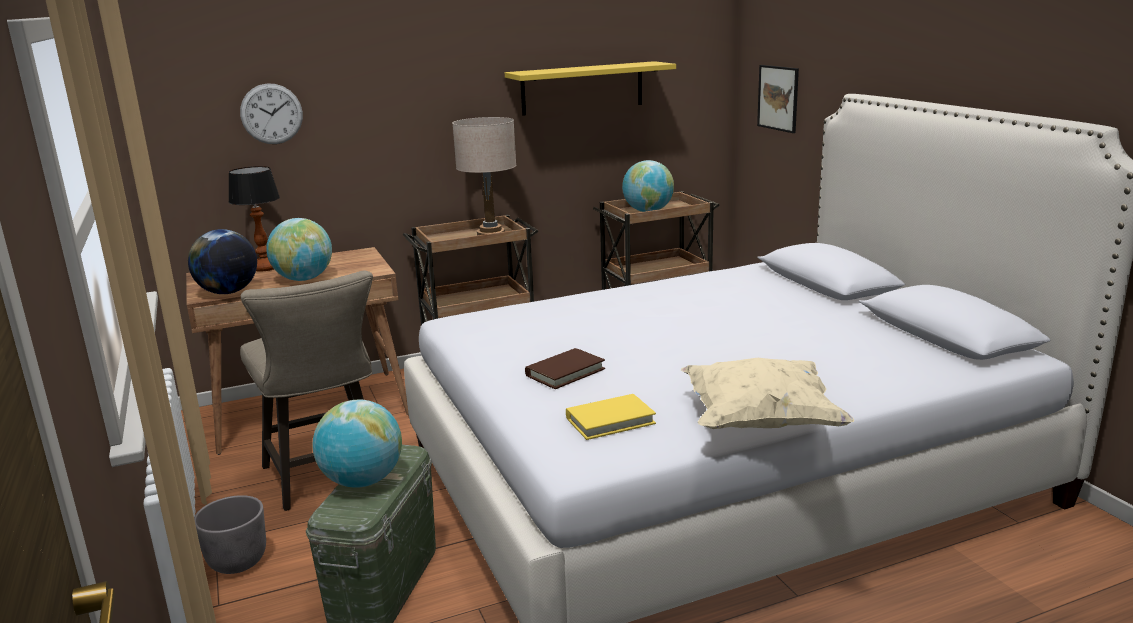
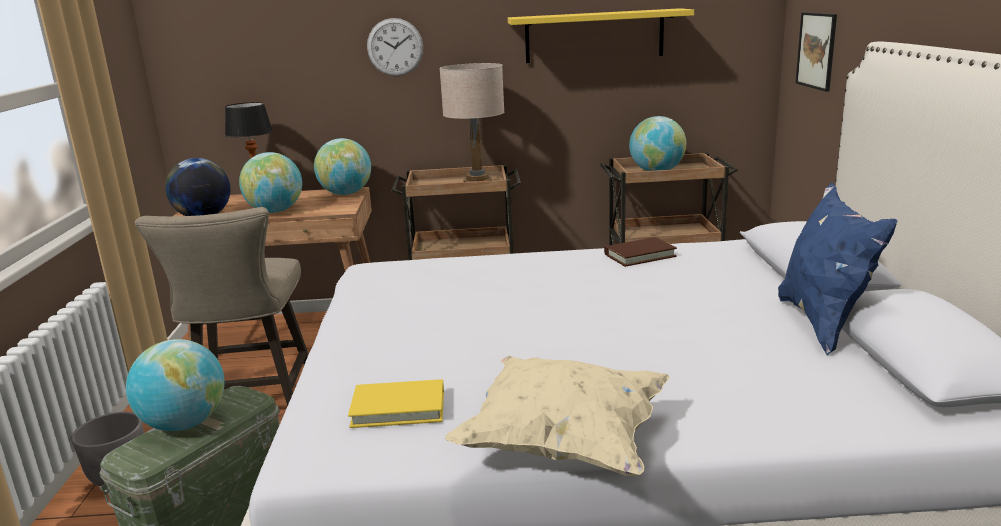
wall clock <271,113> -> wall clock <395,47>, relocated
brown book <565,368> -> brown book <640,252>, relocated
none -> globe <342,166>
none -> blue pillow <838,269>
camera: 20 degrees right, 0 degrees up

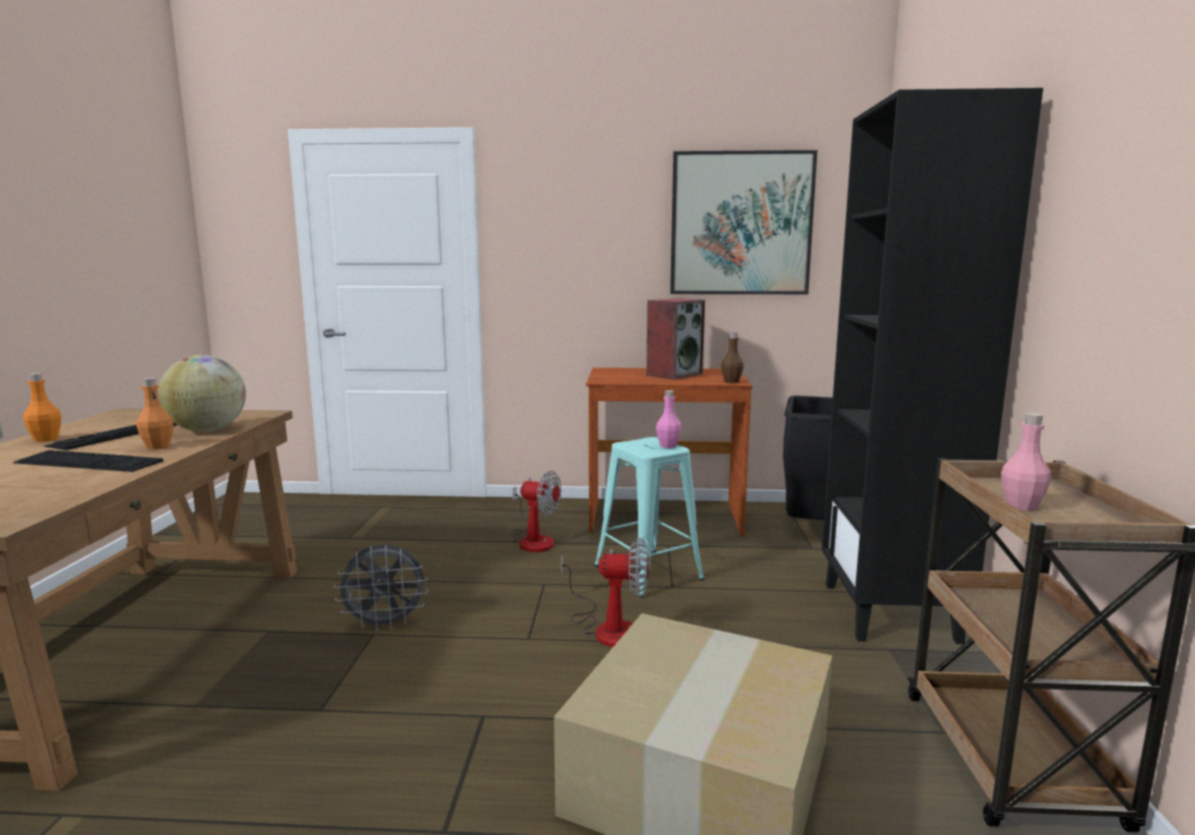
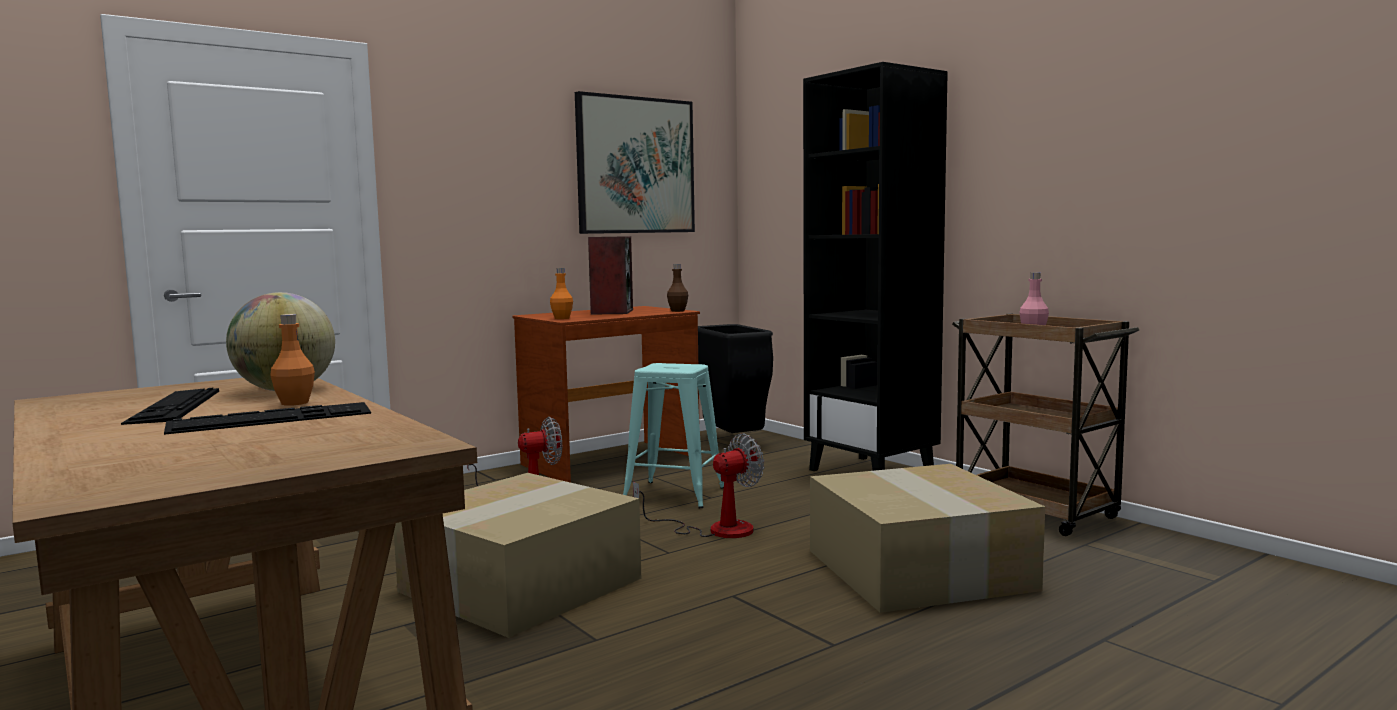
orange bottle <42,407> -> orange bottle <561,293>, relocated
pink bottle <668,419> -> none
grey fan <381,587> -> cardboard box <517,555>
camera: 40 degrees left, 5 degrees down

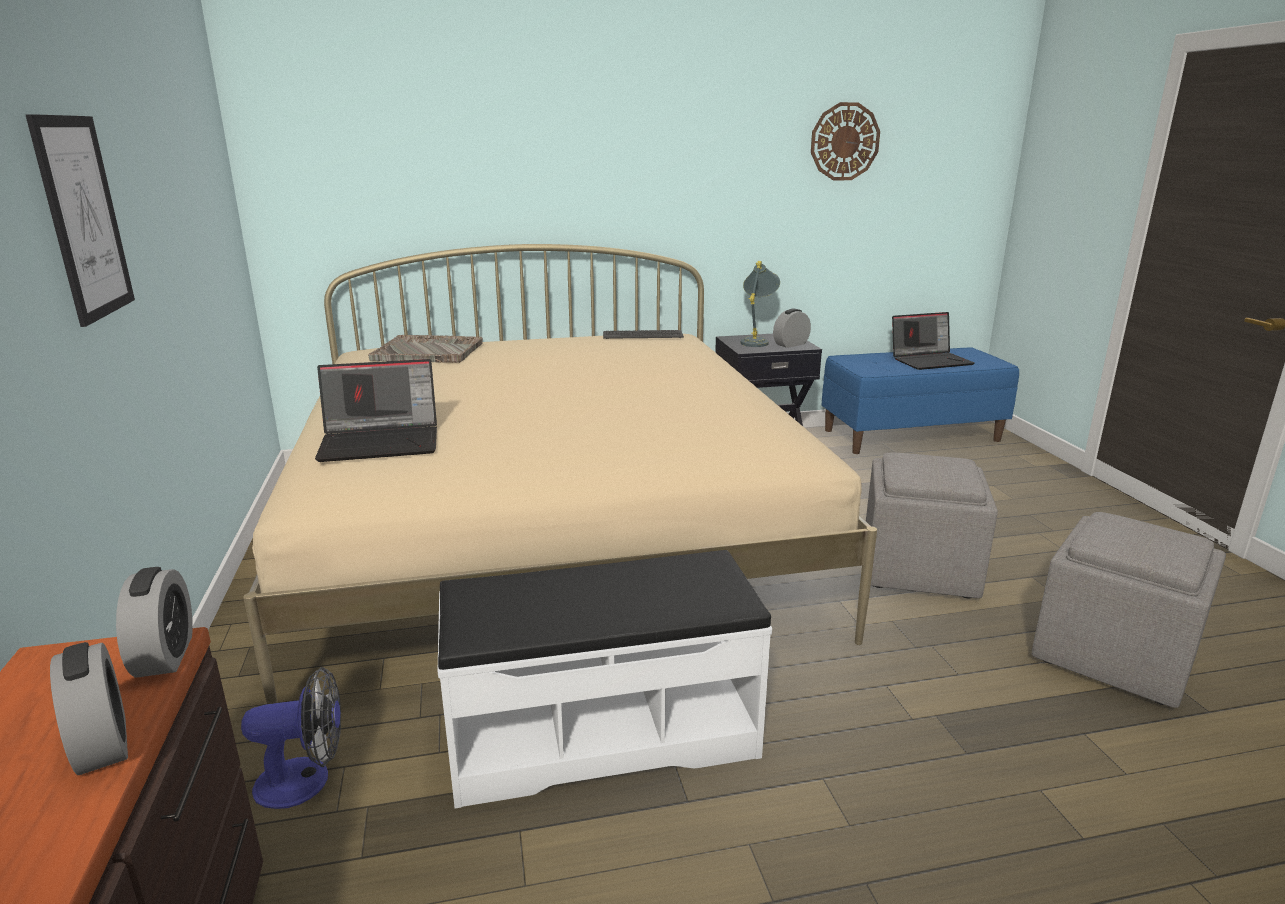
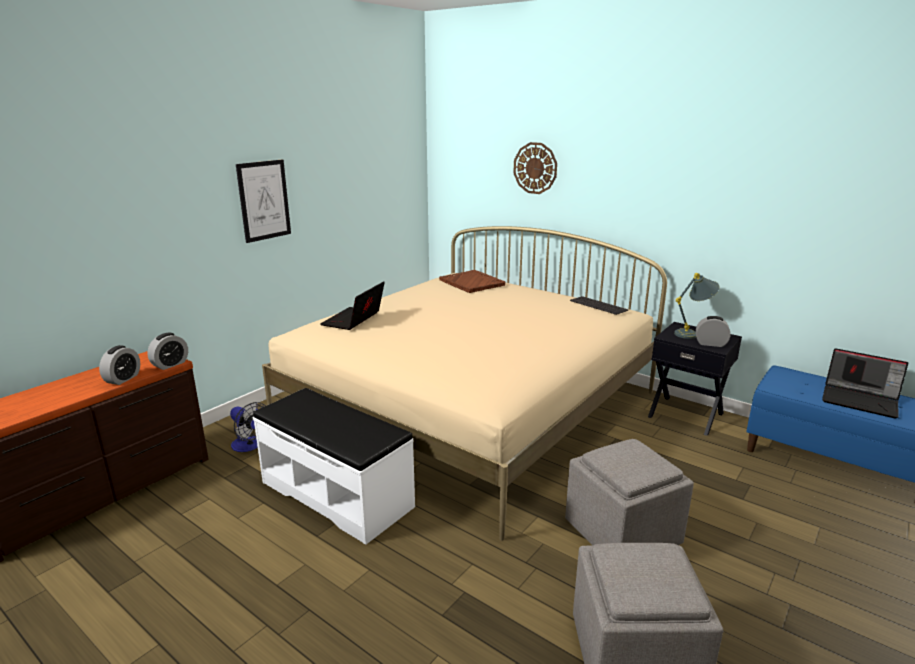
wall clock <845,141> -> wall clock <535,168>, relocated
grey tray <425,349> -> brown tray <472,281>
laptop <376,410> -> laptop <352,305>, 75 degrees clockwise
camera: 50 degrees right, 0 degrees up

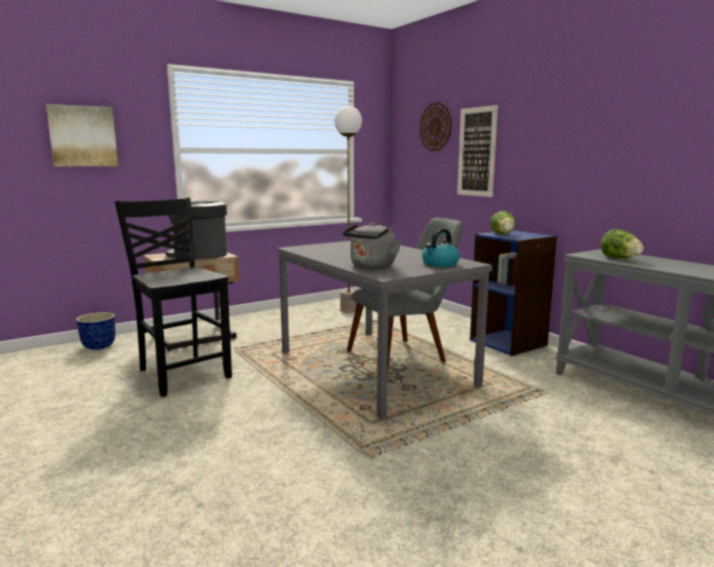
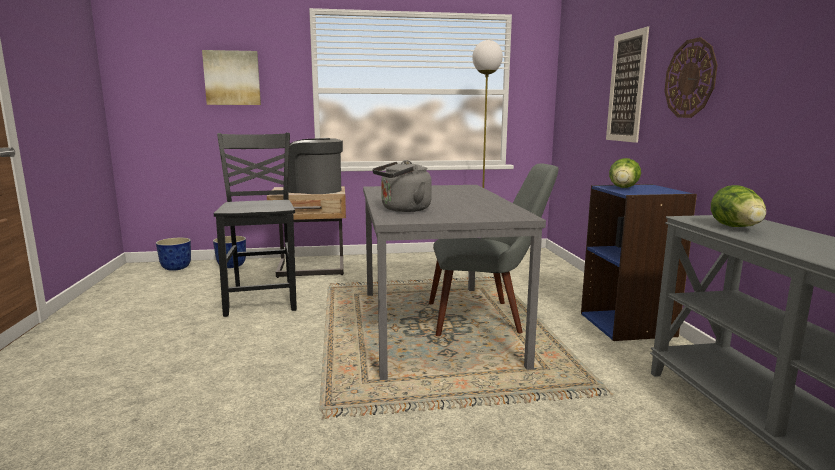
wall clock <436,126> -> wall clock <691,77>, relocated
kettle <441,248> -> none
none -> planter <173,254>
camera: 25 degrees right, 0 degrees up

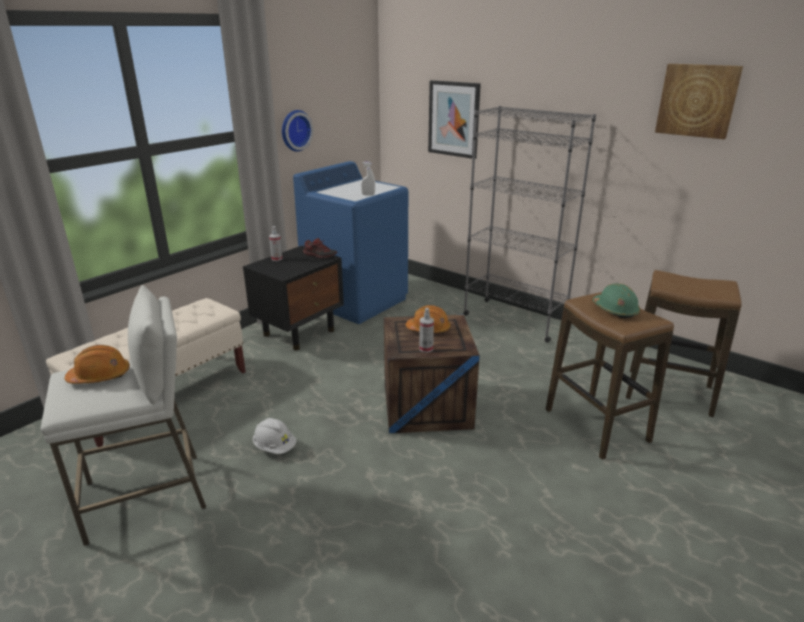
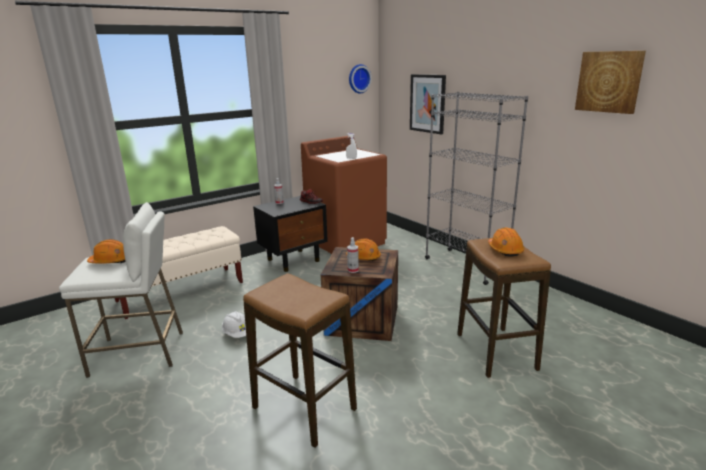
wall clock <297,131> -> wall clock <360,79>, relocated
blue washing machine <350,242> -> brown washing machine <344,195>
stool <684,343> -> stool <300,360>, relocated
green hard hat <616,300> -> orange hard hat <506,242>
camera: 15 degrees right, 5 degrees down

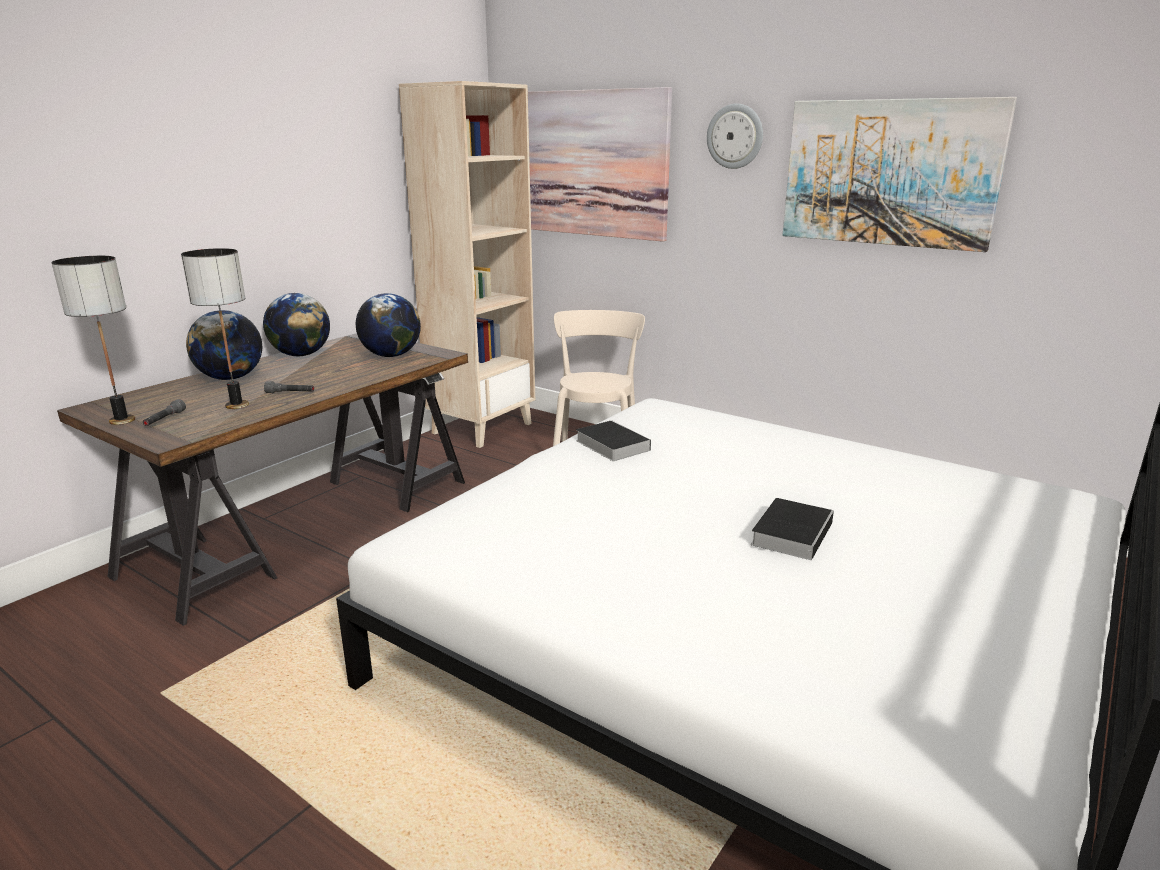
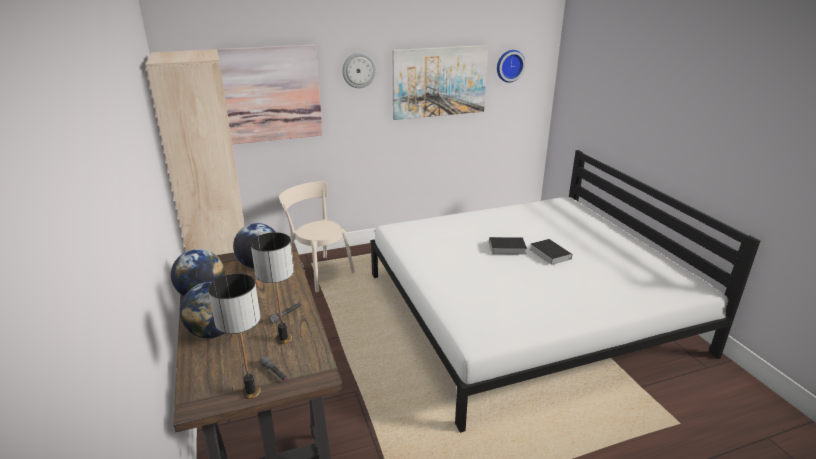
book <613,440> -> book <504,245>, relocated
none -> wall clock <511,66>
camera: 55 degrees left, 5 degrees up

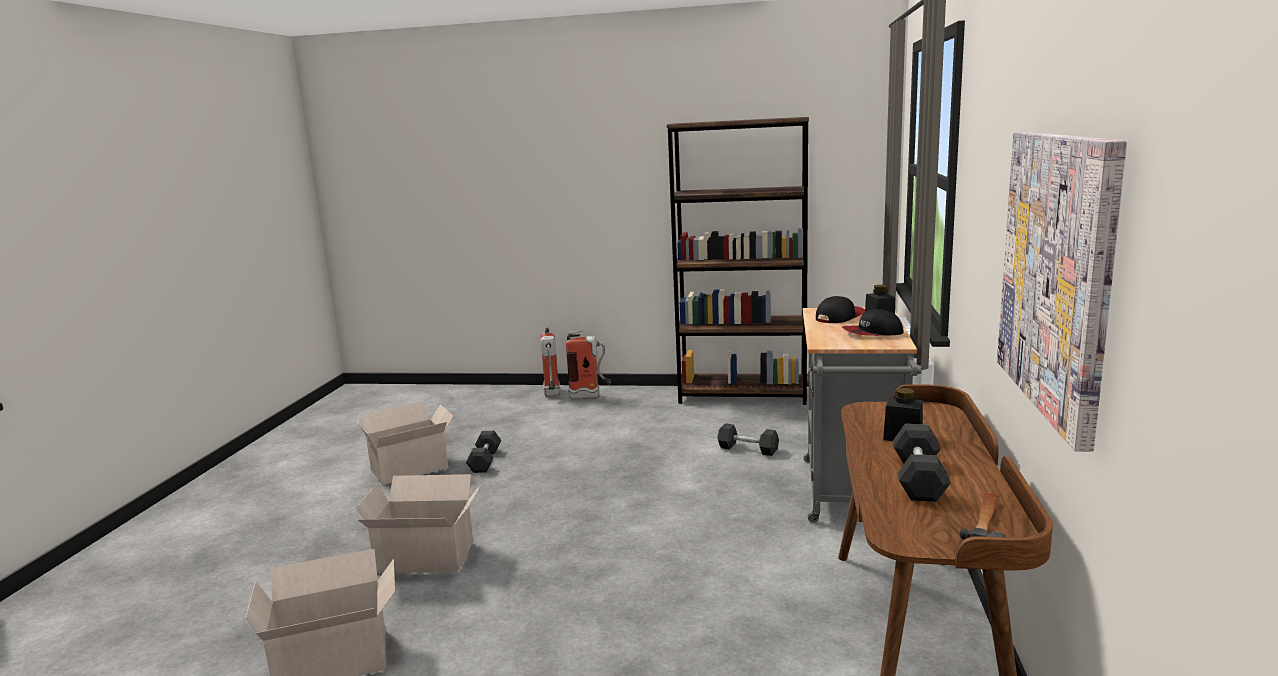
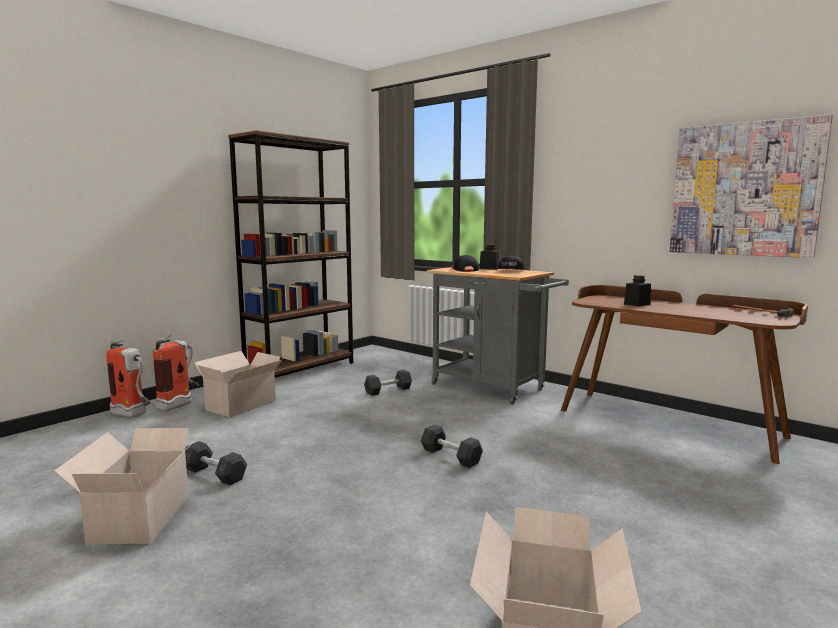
grey dumbbell <921,463> -> grey dumbbell <452,446>, relocated
cardboard box <418,523> -> cardboard box <238,384>, relocated
camera: 60 degrees left, 5 degrees down

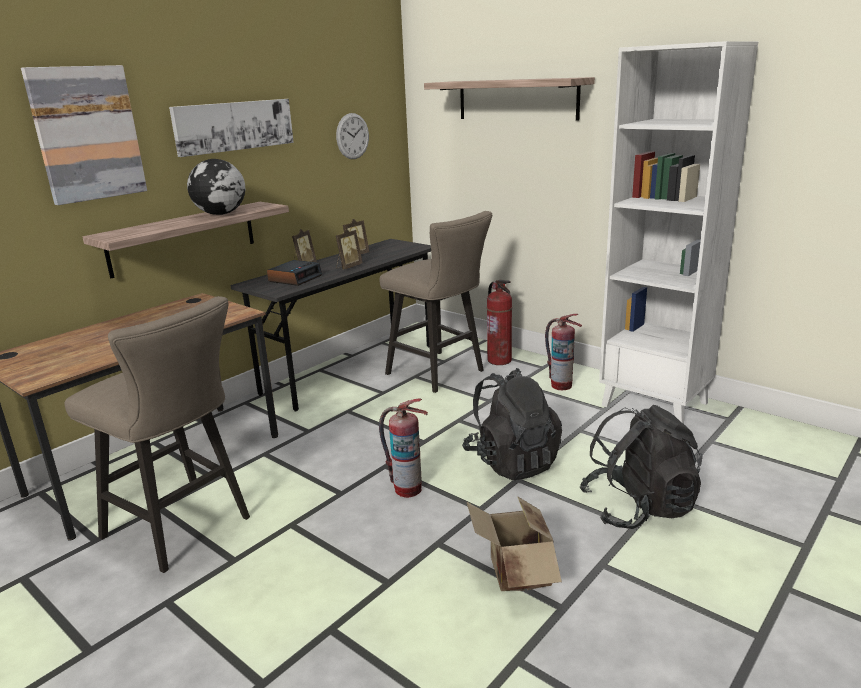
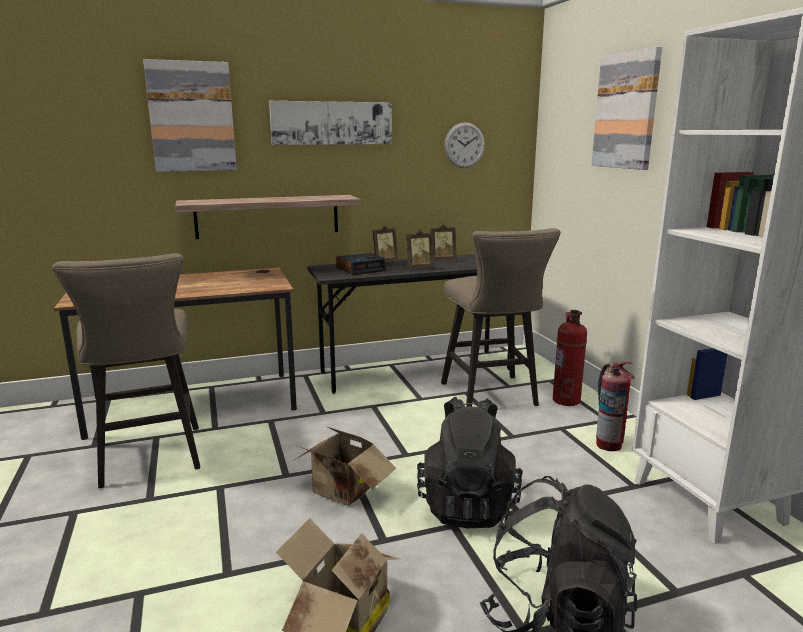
shelf <509,99> -> picture <627,108>
globe <216,187> -> none
fire extinguisher <403,448> -> cardboard box <345,466>
camera: 30 degrees right, 5 degrees down

